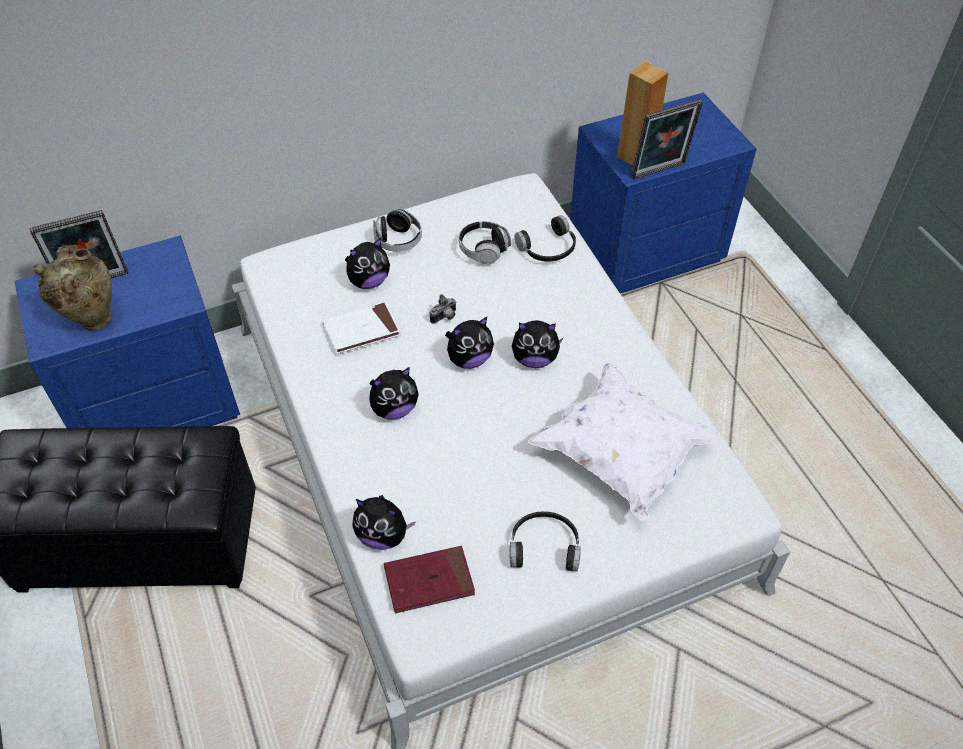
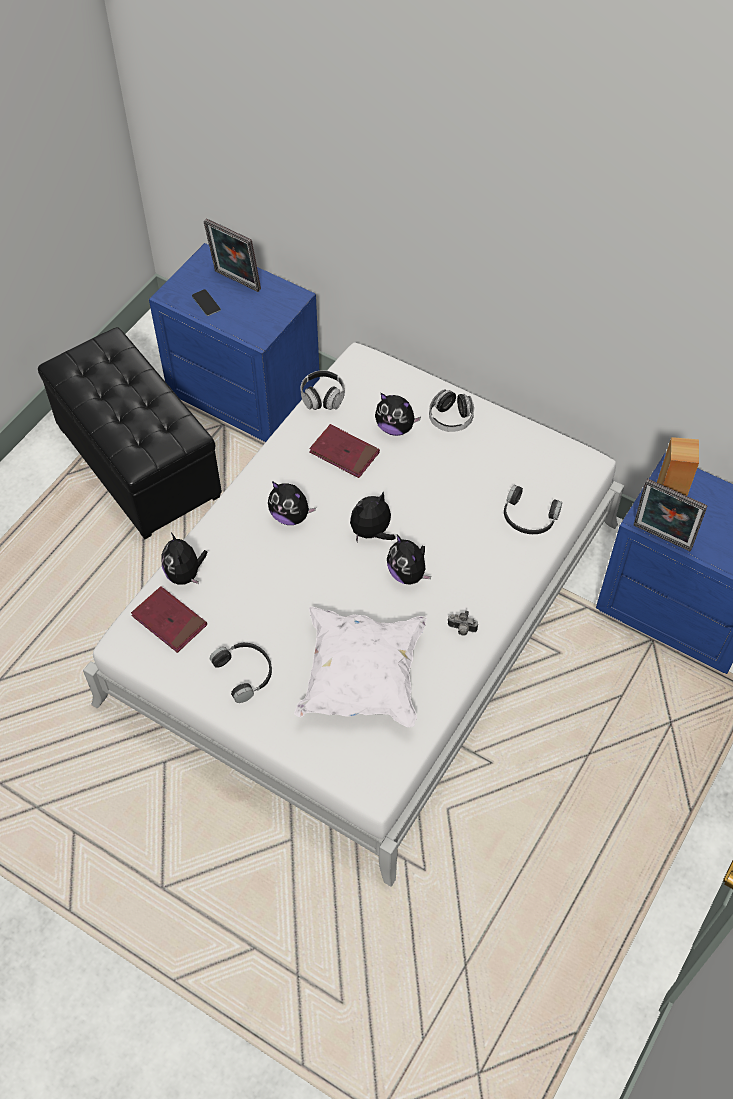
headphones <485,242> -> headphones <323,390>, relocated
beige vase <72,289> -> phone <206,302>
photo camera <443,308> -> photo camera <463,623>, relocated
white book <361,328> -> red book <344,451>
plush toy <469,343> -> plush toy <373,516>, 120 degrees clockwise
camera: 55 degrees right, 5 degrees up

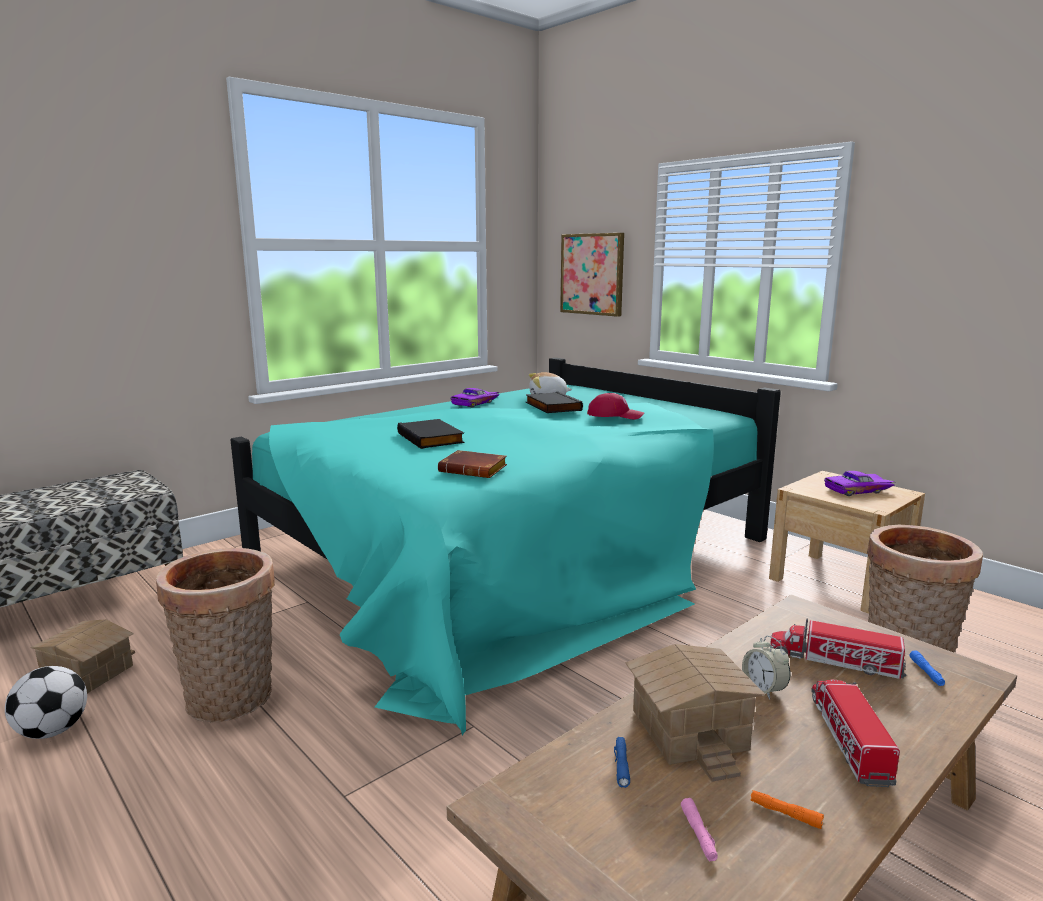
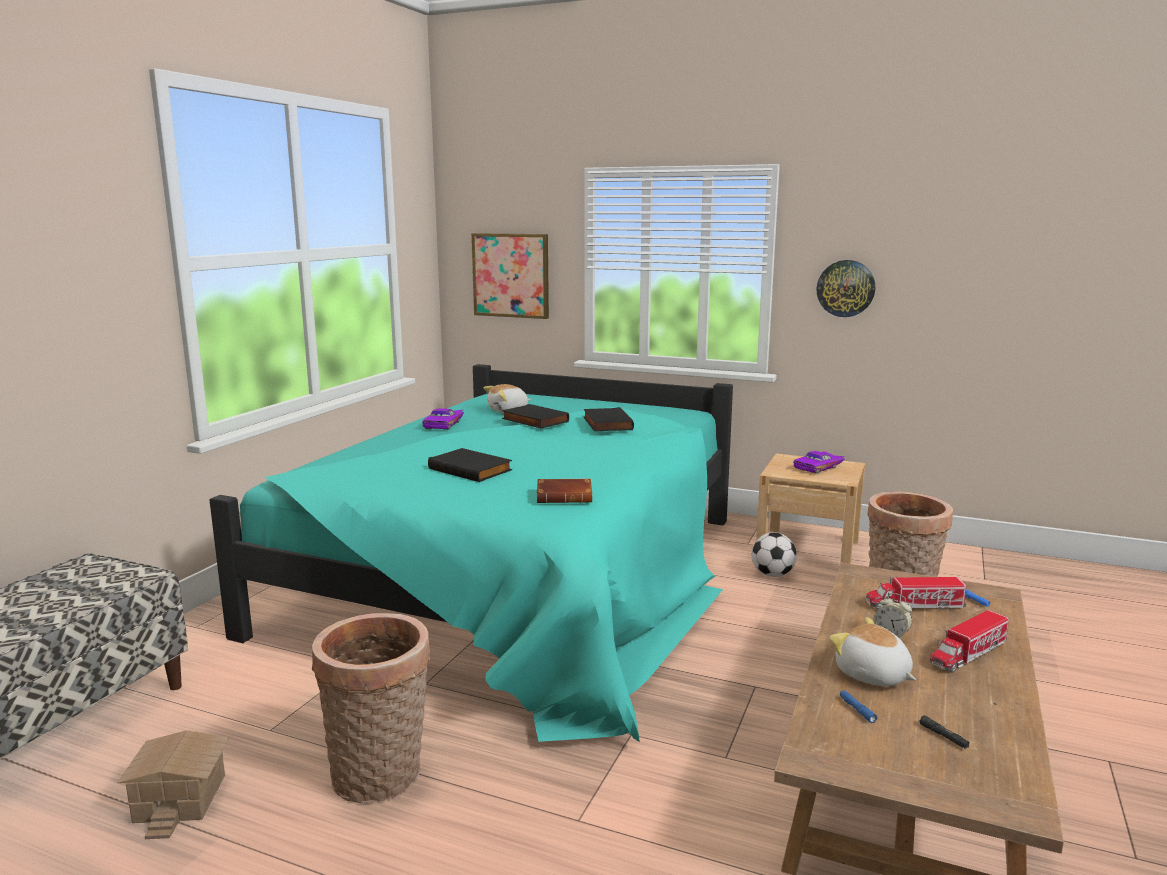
red cap <615,406> -> black book <609,419>
toy house <696,713> -> plush toy <872,651>
football <46,702> -> football <774,554>, relocated
toy truck <855,733> -> toy truck <969,641>, 105 degrees counterclockwise
orange flashlight <787,809> -> none
pink flashlight <699,829> -> black flashlight <944,732>
none -> wall clock <846,288>
camera: 25 degrees left, 0 degrees up

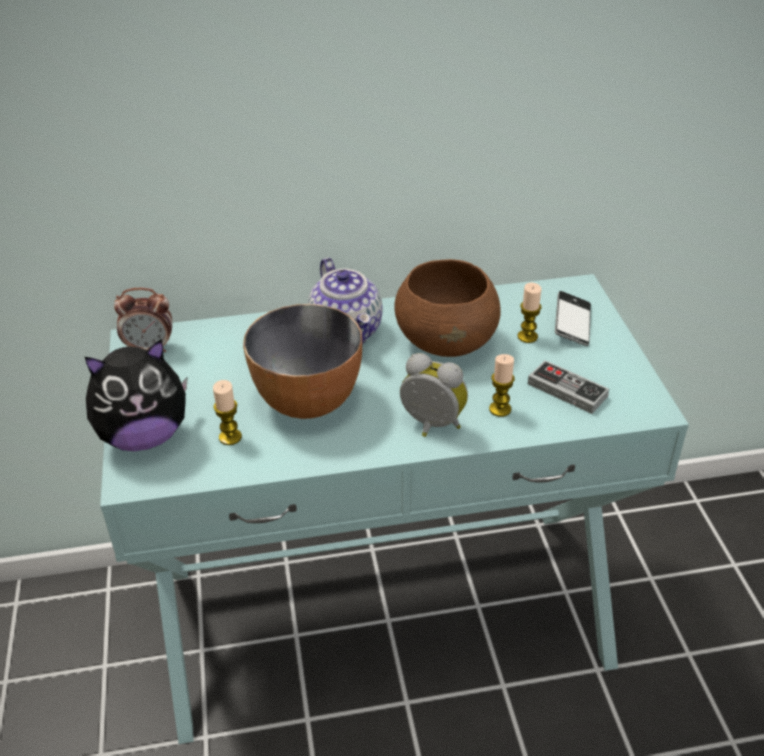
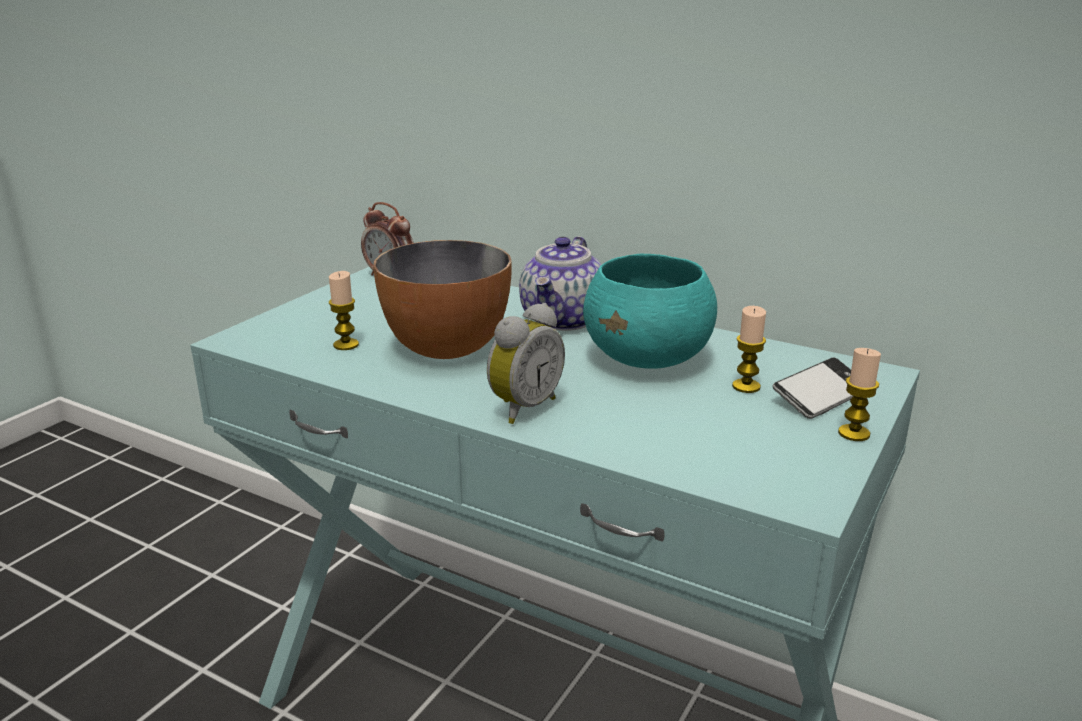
brown bowl <448,308> -> turquoise bowl <650,311>
plush toy <136,395> -> none
alarm clock <434,395> -> alarm clock <526,363>, 60 degrees clockwise
candle <502,385> -> candle <859,394>, relocated
game controller <568,387> -> none
camera: 40 degrees right, 15 degrees down

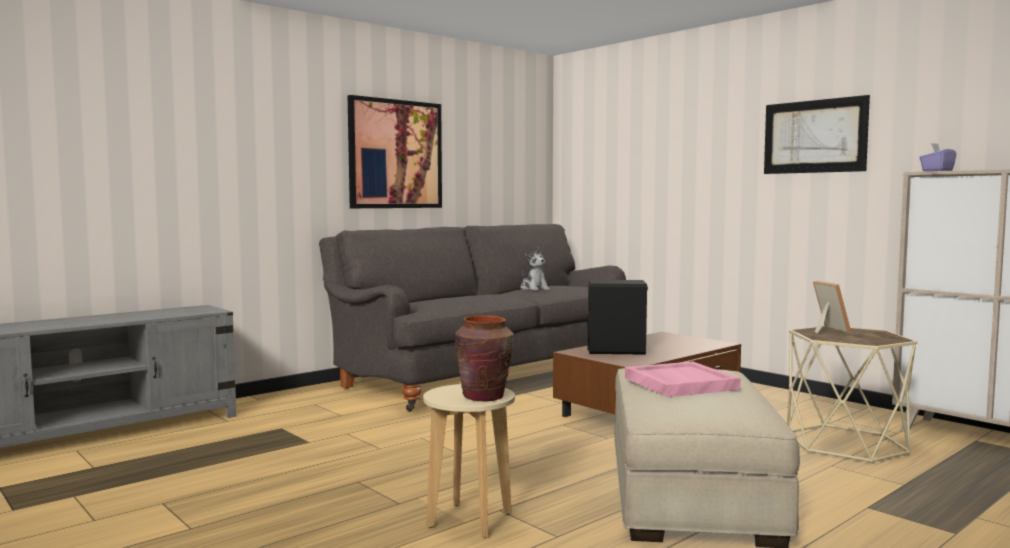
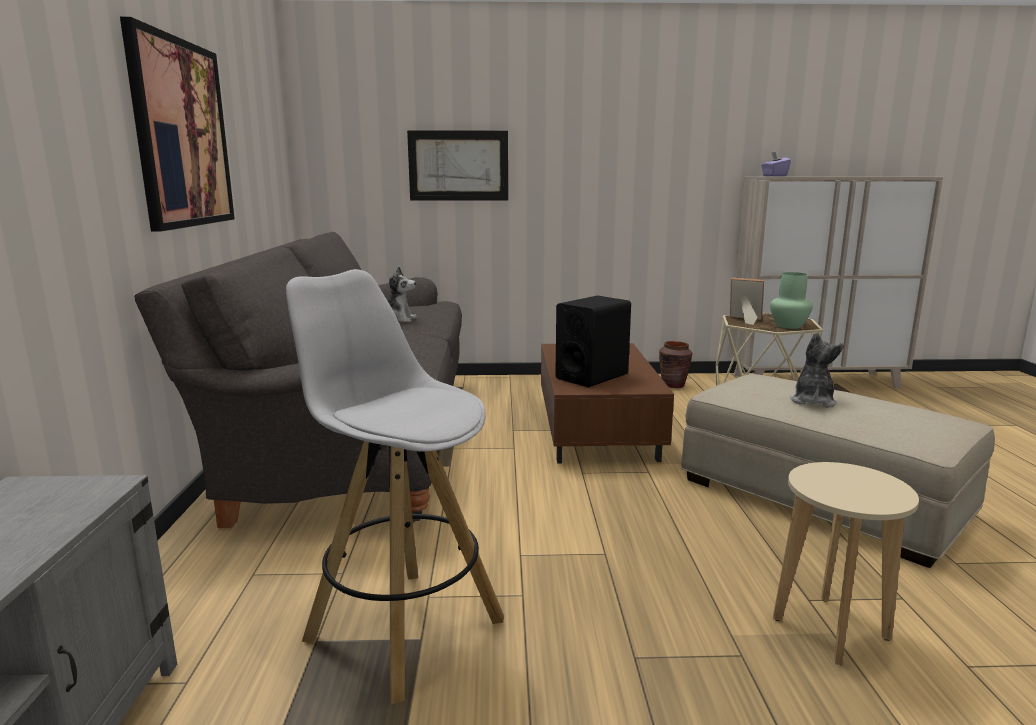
picture <817,134> -> picture <457,165>, relocated
brown vase <484,358> -> brown vase <675,364>, relocated
pink tray <683,379> -> plush toy <817,369>
none -> white stool <395,486>
none -> green vase <791,300>
camera: 50 degrees left, 10 degrees up

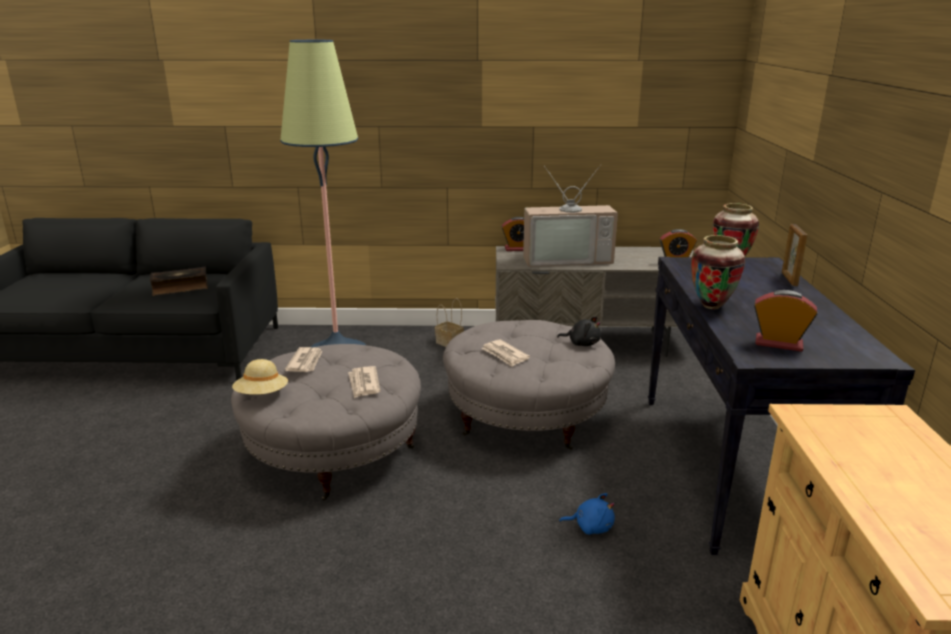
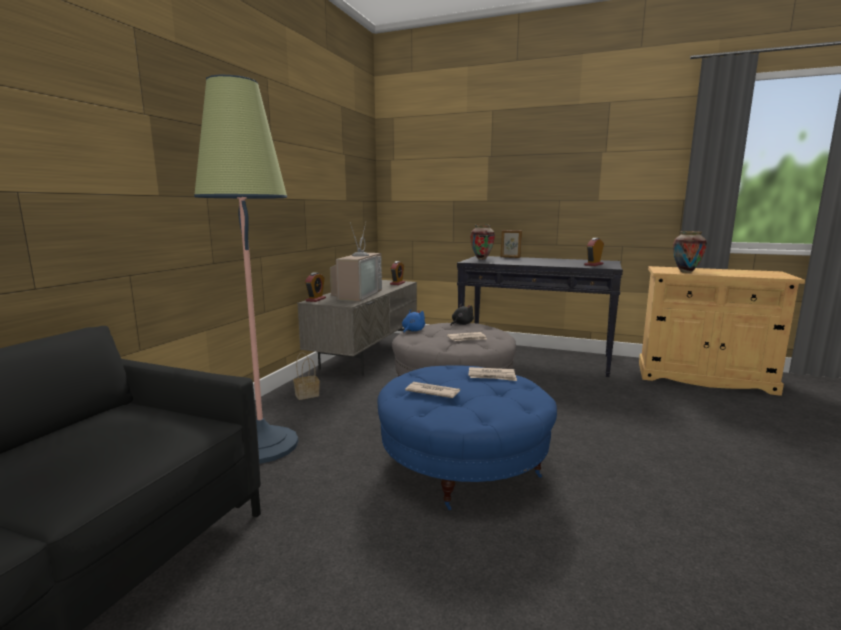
vase <718,272> -> vase <690,252>, relocated
book <179,281> -> none
grey ottoman <326,422> -> blue ottoman <467,437>
beige hat <260,377> -> none
blue plush toy <587,514> -> blue plush toy <413,321>, relocated
camera: 70 degrees left, 10 degrees down

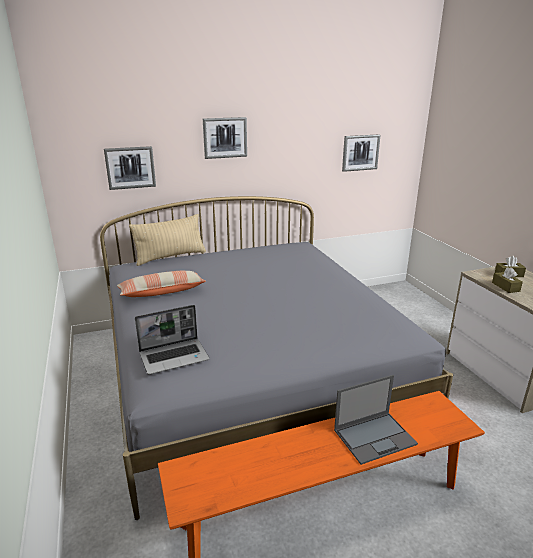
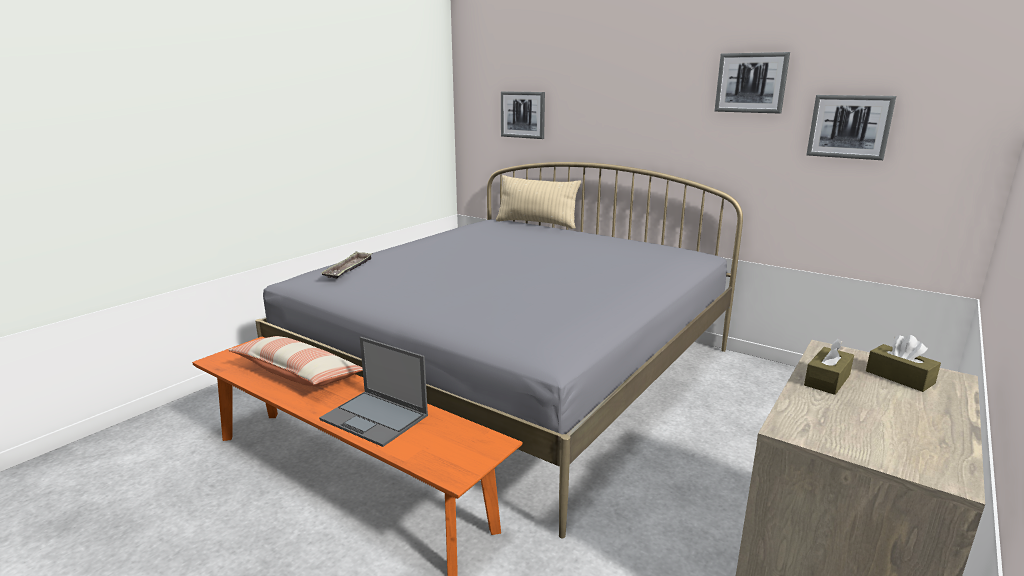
picture <225,138> -> picture <752,82>, relocated
pillow <161,284> -> pillow <295,361>, relocated
laptop <172,340> -> tray <347,265>
camera: 55 degrees right, 5 degrees down

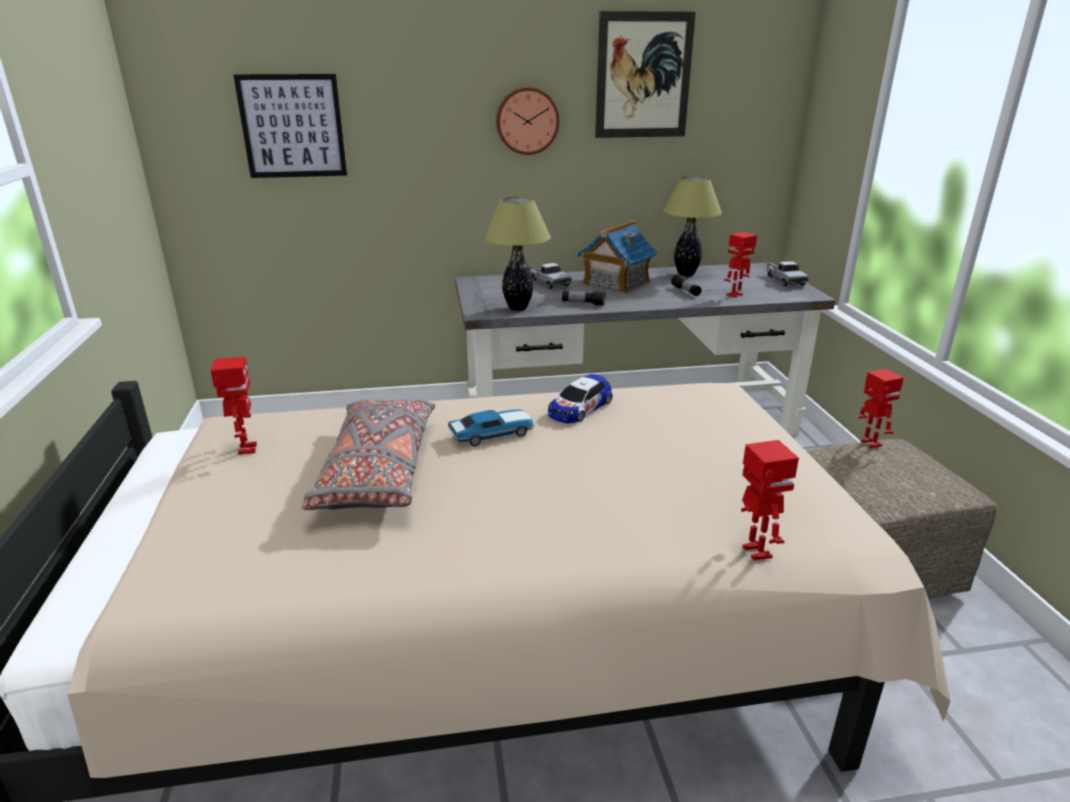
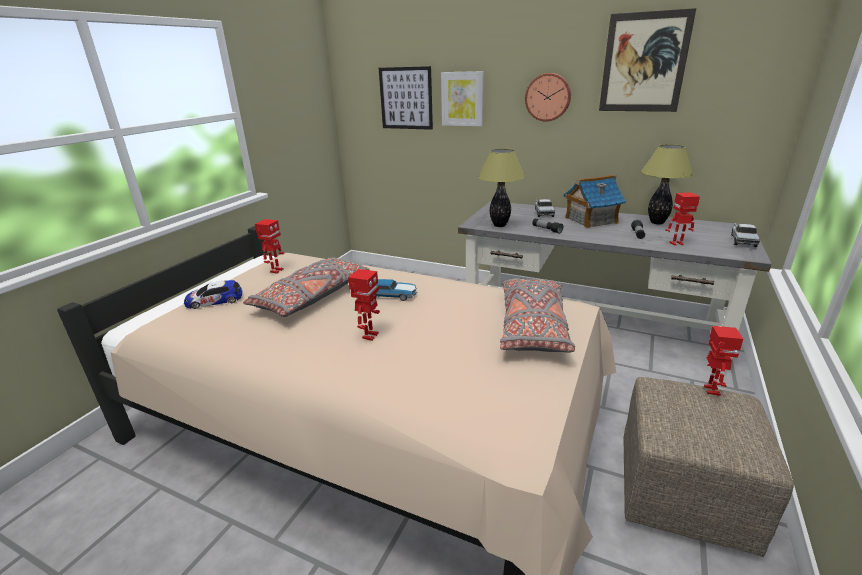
toy car <580,398> -> toy car <213,294>, relocated
toy robot <770,500> -> toy robot <364,305>, relocated
none -> picture <462,98>
none -> grey pillow <537,315>
camera: 35 degrees right, 0 degrees up

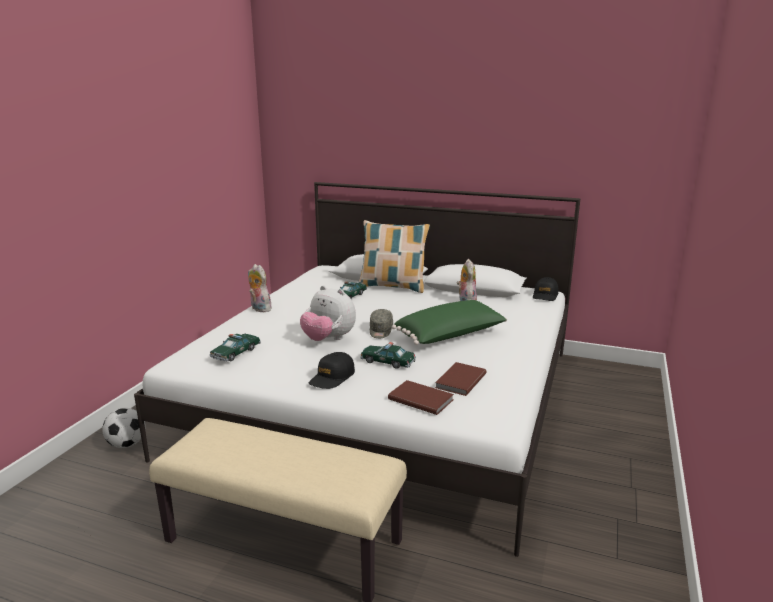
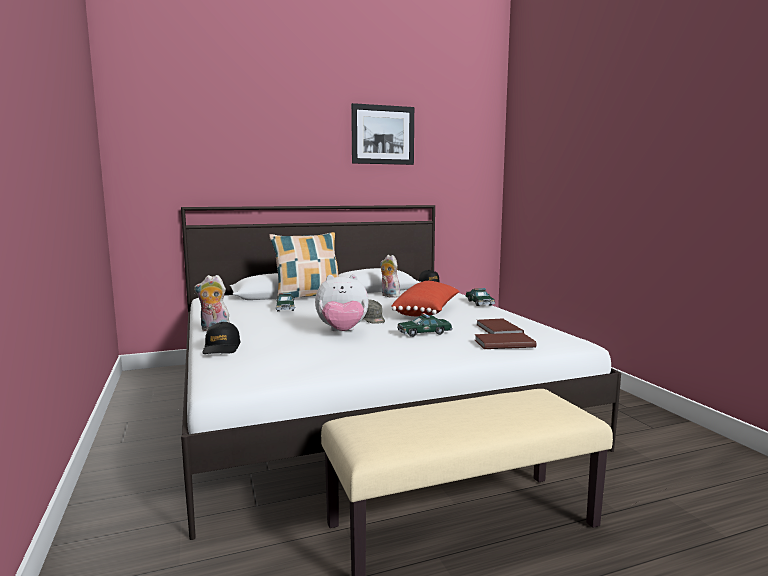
green pillow <449,322> -> red pillow <425,298>
toy car <235,347> -> toy car <480,297>, relocated
black cap <332,370> -> black cap <221,338>, relocated
football <124,428> -> none
none -> picture <382,134>
camera: 40 degrees left, 10 degrees down

